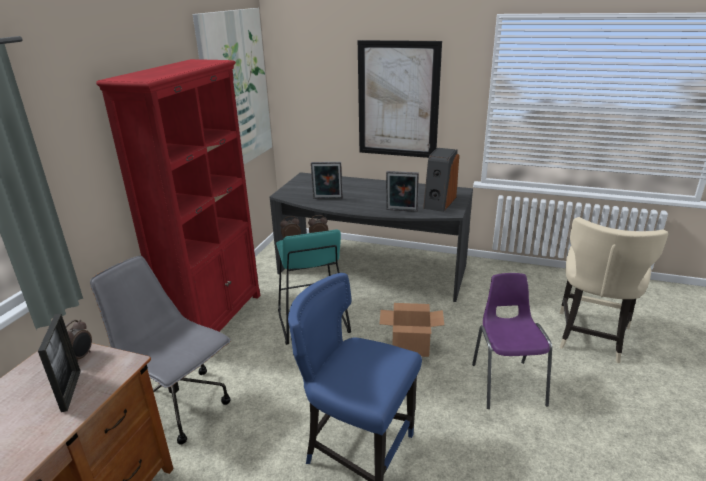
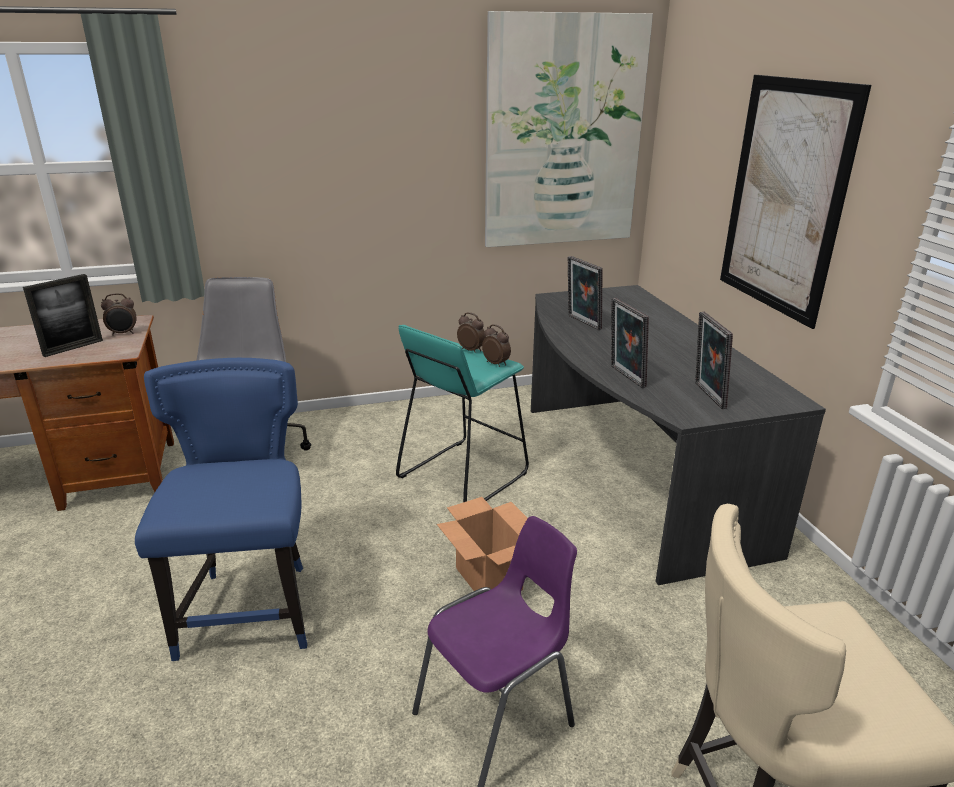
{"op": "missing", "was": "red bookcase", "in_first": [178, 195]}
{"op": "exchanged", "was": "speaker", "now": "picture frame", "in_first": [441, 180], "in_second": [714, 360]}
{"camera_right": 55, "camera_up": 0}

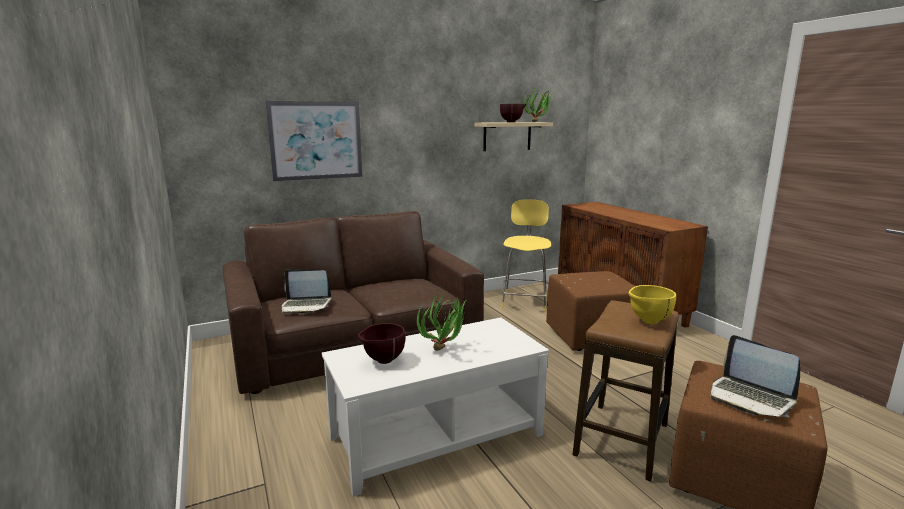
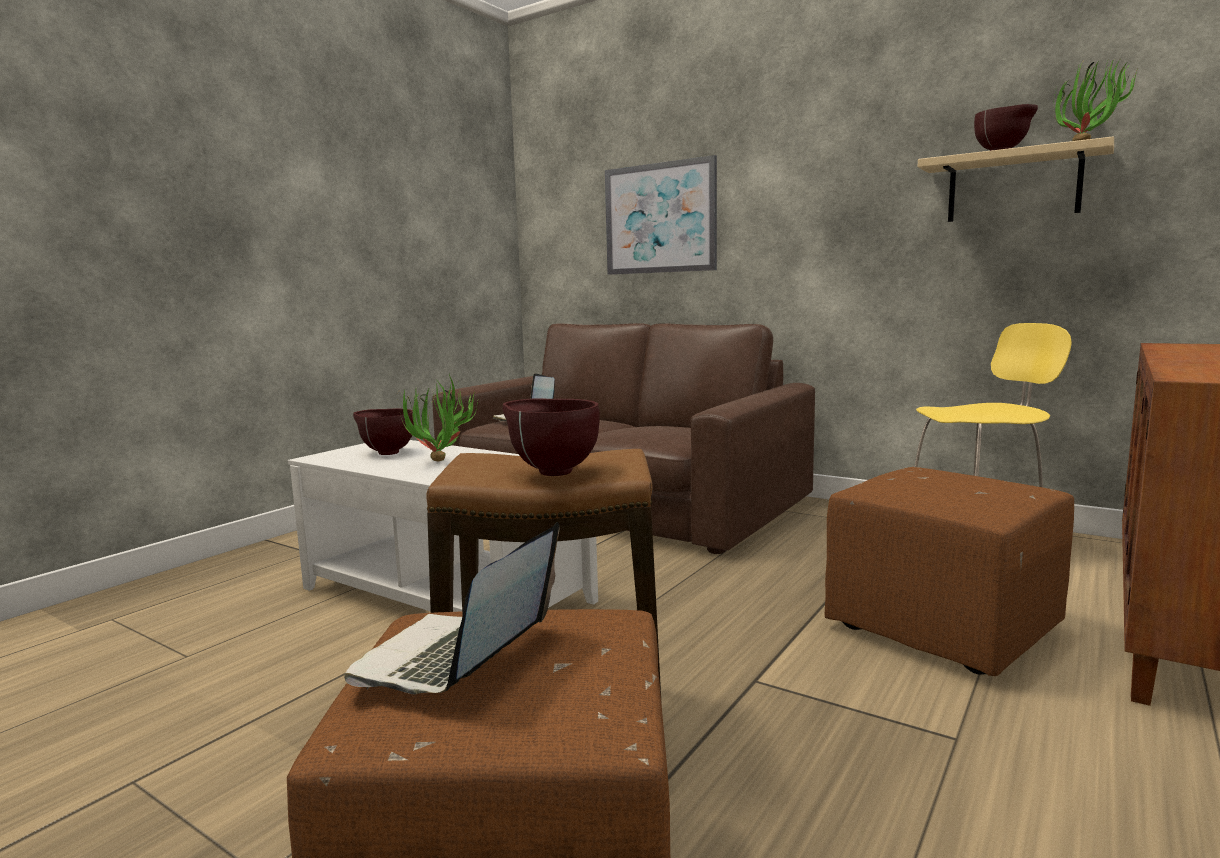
{"op": "colour", "was": "yellow bowl", "now": "brown bowl", "in_first": [652, 304], "in_second": [551, 437]}
{"camera_right": 60, "camera_up": -5}

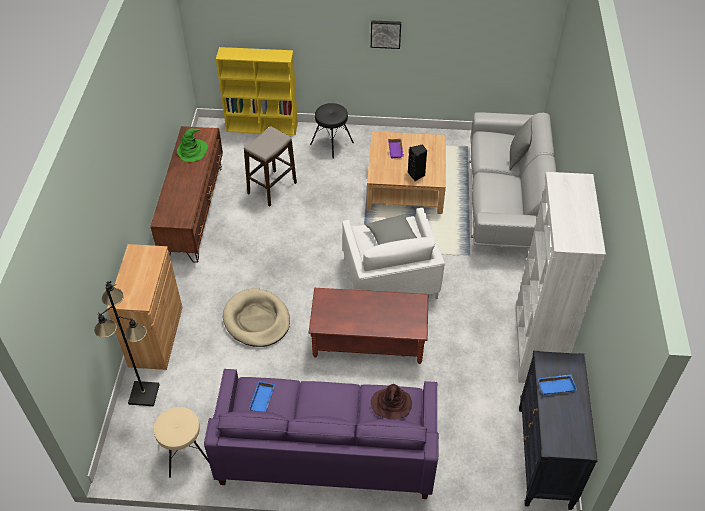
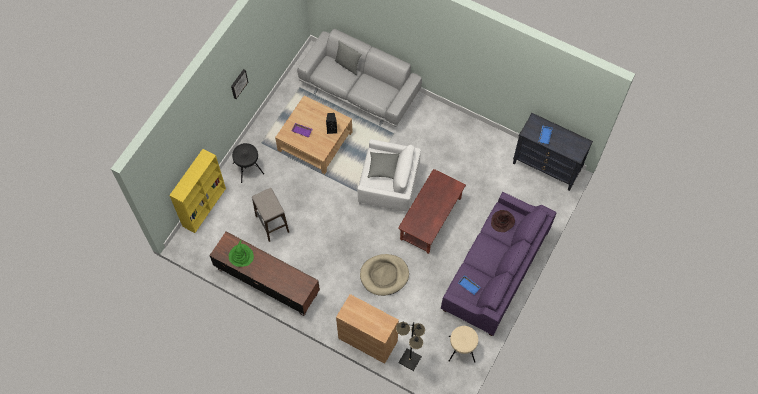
{"op": "missing", "was": "white bookcase", "in_first": [561, 277]}
{"camera_right": -65, "camera_up": 15}

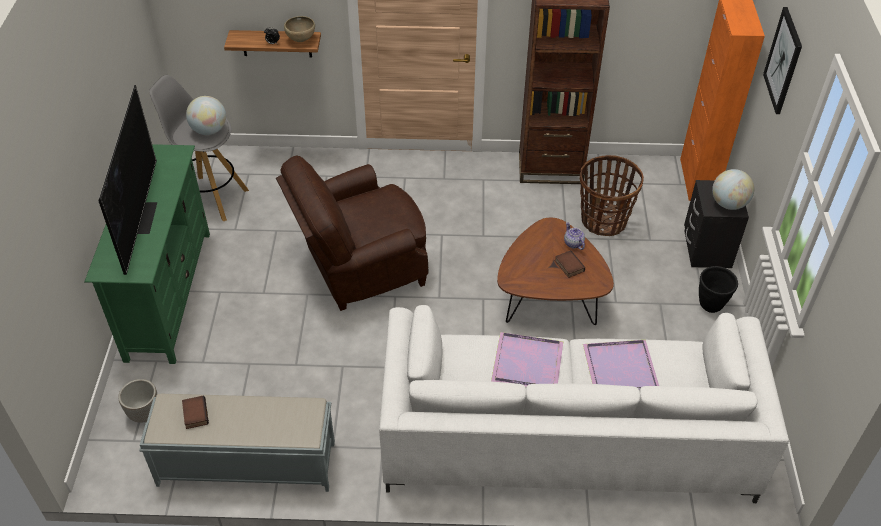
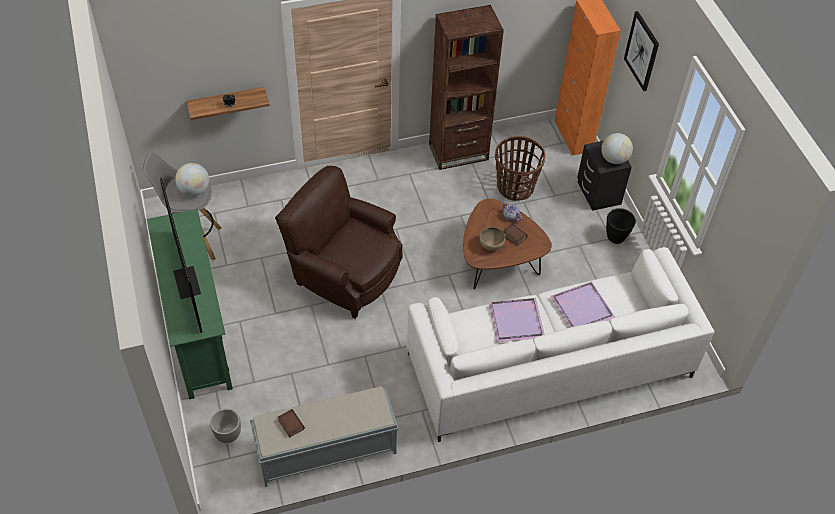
{"op": "relocated", "was": "brown bowl", "in_first": [299, 29], "in_second": [492, 239]}
{"op": "spun", "was": "brown armchair", "in_first": [352, 233], "in_second": [338, 242], "clockwise": 75}
{"camera_right": -20, "camera_up": 5}

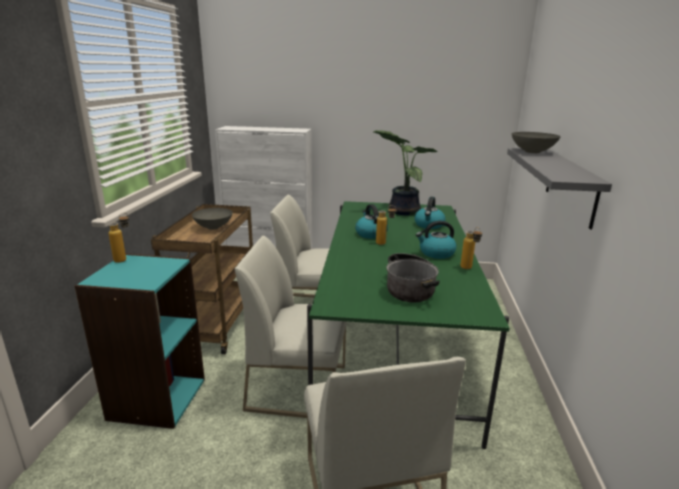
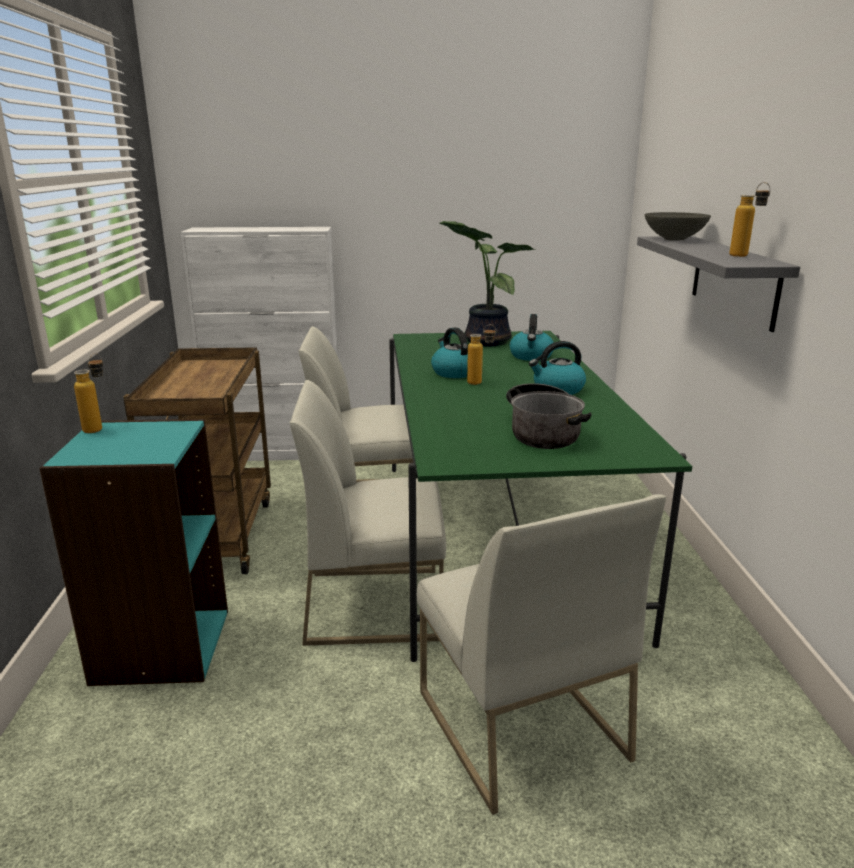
{"op": "missing", "was": "grey bowl", "in_first": [212, 219]}
{"op": "relocated", "was": "bottle", "in_first": [471, 248], "in_second": [749, 219]}
{"camera_right": -10, "camera_up": 0}

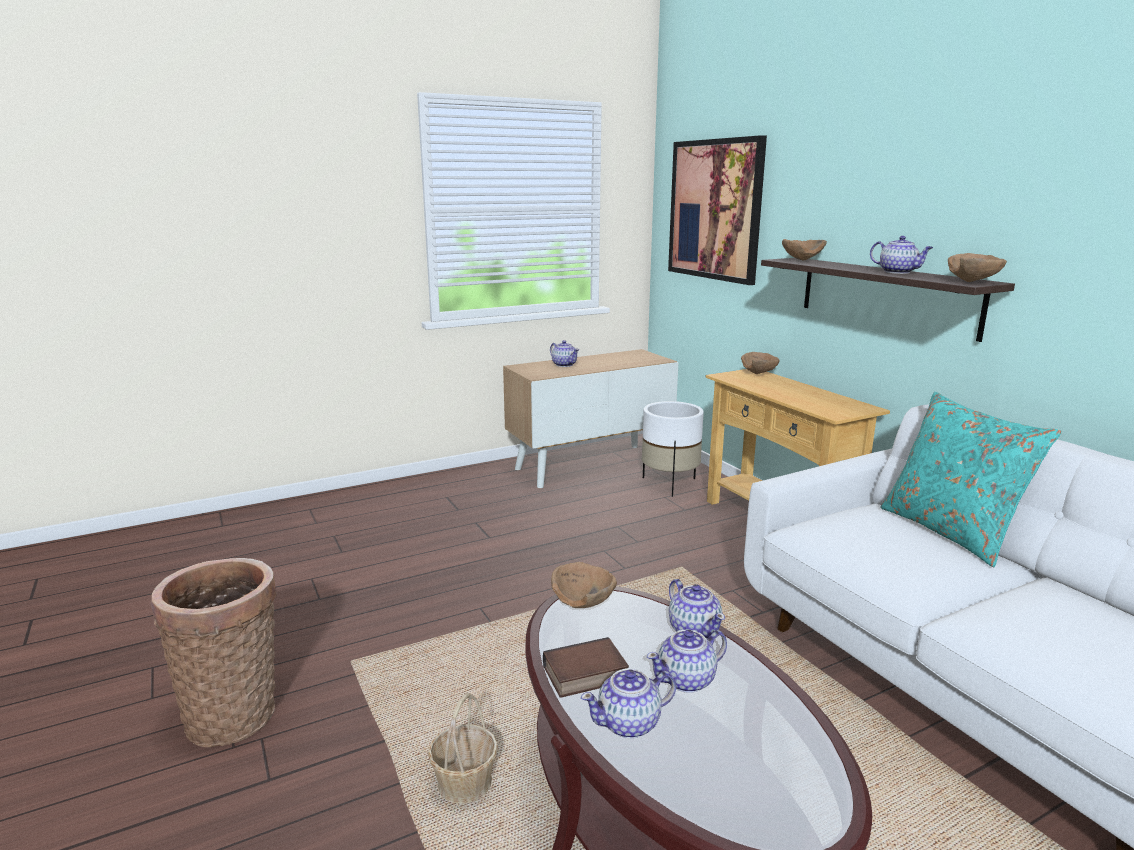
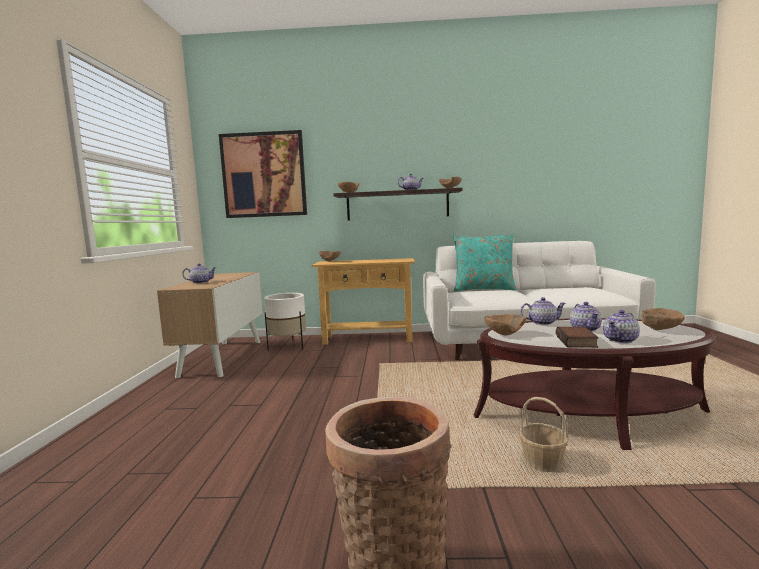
{"op": "appeared", "now": "brown bowl", "in_second": [663, 319]}
{"op": "spun", "was": "teapot", "in_first": [628, 704], "in_second": [621, 327], "clockwise": 45}
{"camera_right": -60, "camera_up": -10}

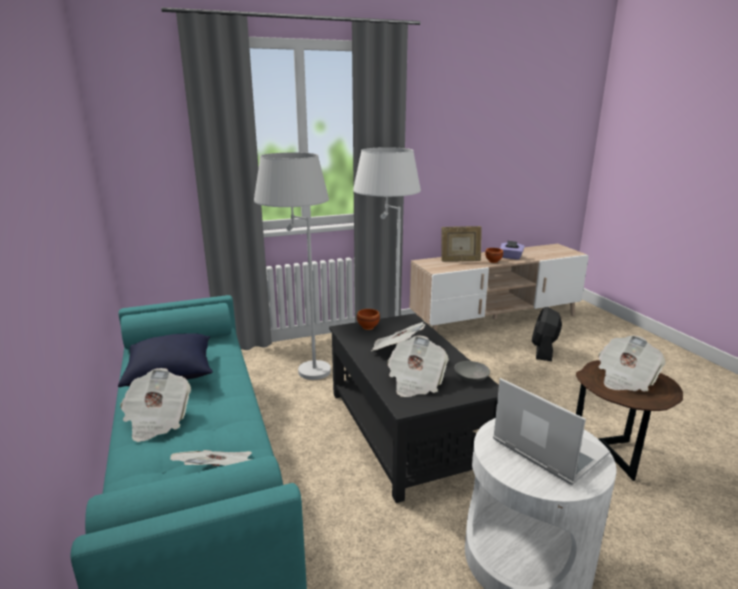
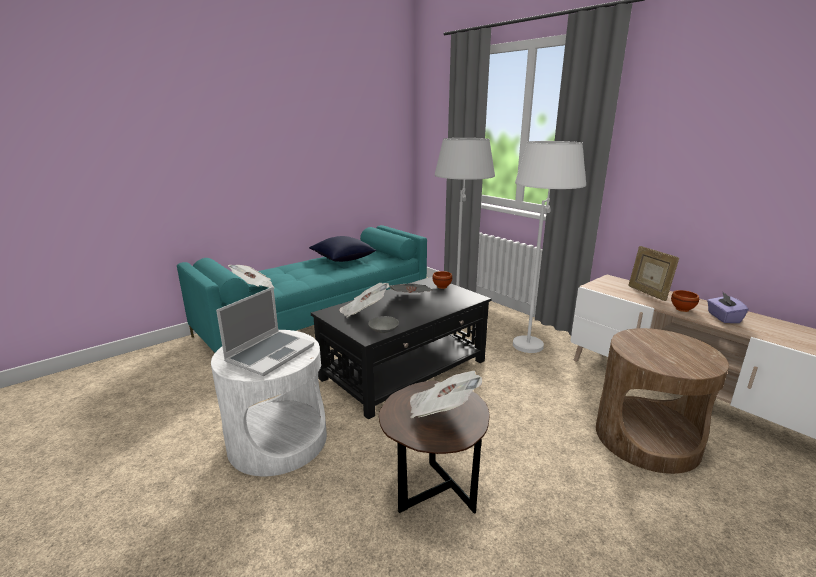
{"op": "missing", "was": "newspaper", "in_first": [155, 405]}
{"op": "exchanged", "was": "black fan", "now": "brown side table", "in_first": [547, 334], "in_second": [662, 401]}
{"camera_right": 70, "camera_up": 0}

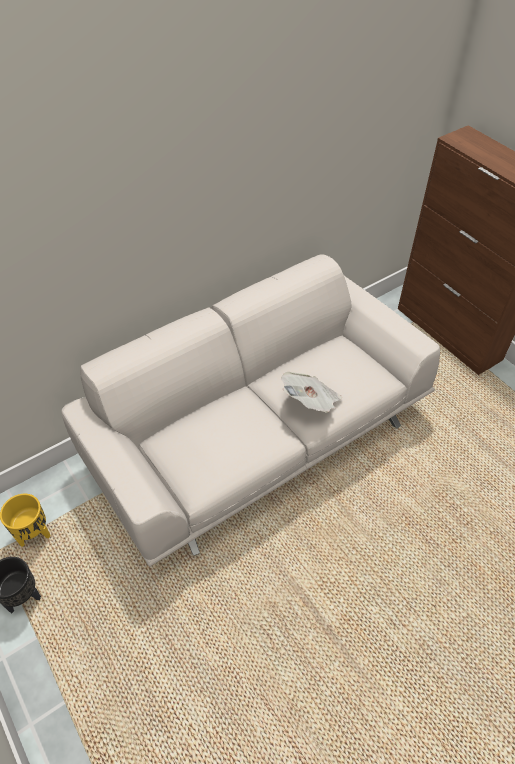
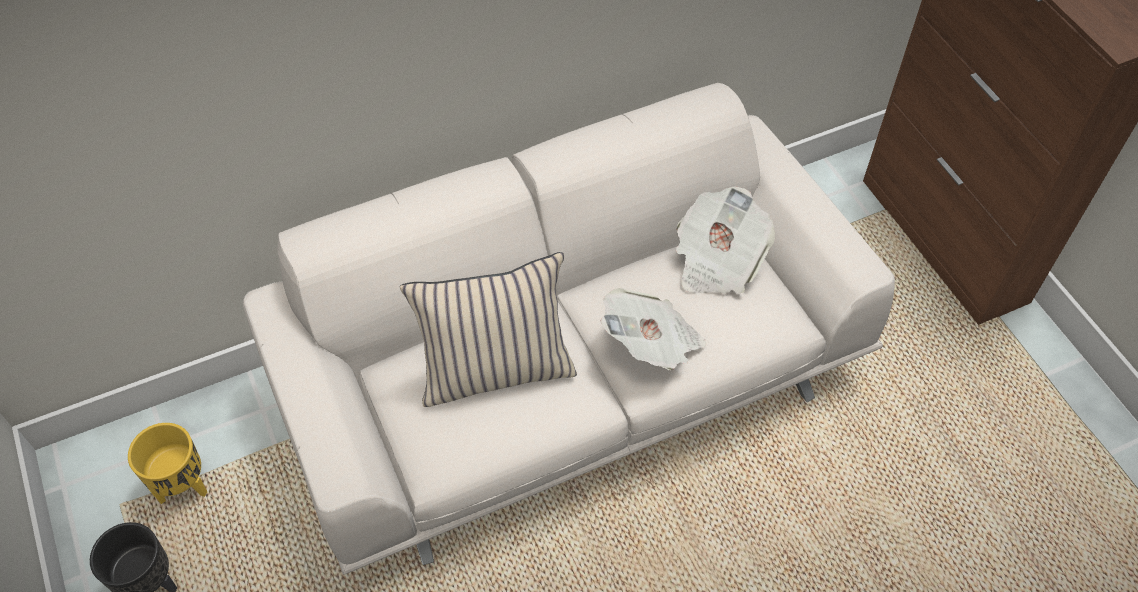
{"op": "appeared", "now": "beige pillow", "in_second": [488, 329]}
{"op": "appeared", "now": "newspaper", "in_second": [725, 240]}
{"camera_right": 10, "camera_up": 5}

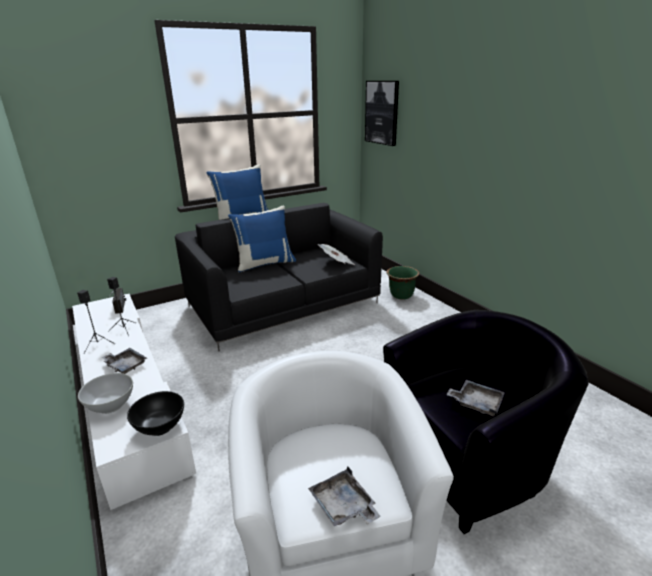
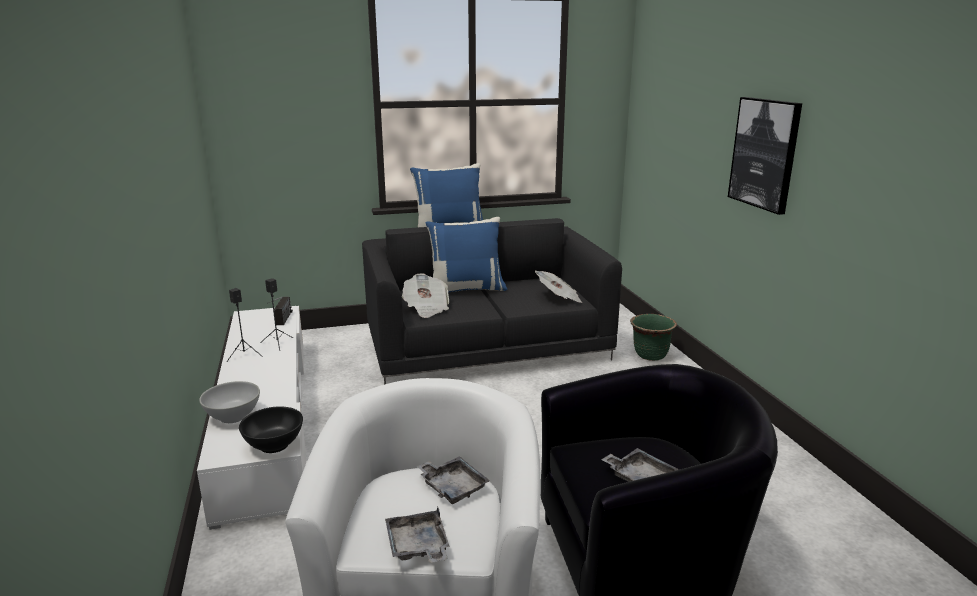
{"op": "appeared", "now": "newspaper", "in_second": [425, 295]}
{"op": "relocated", "was": "grey tray", "in_first": [124, 361], "in_second": [453, 480]}
{"op": "relocated", "was": "picture", "in_first": [382, 113], "in_second": [765, 156]}
{"camera_right": 15, "camera_up": -5}

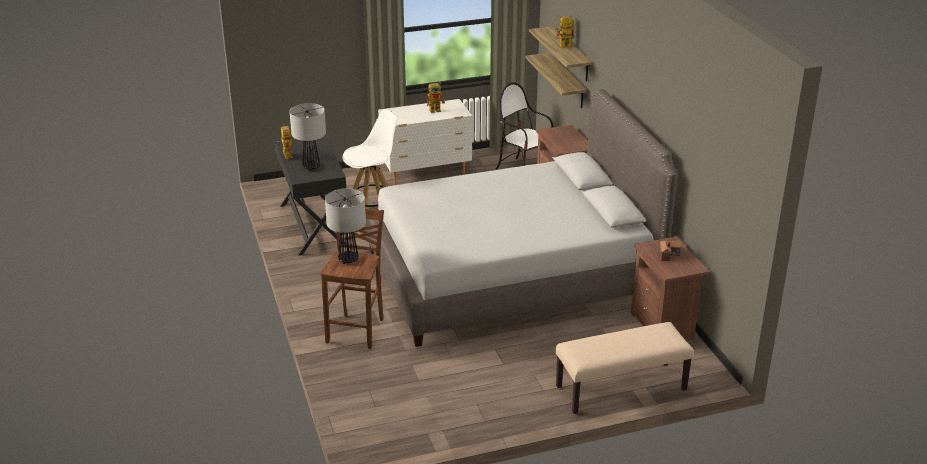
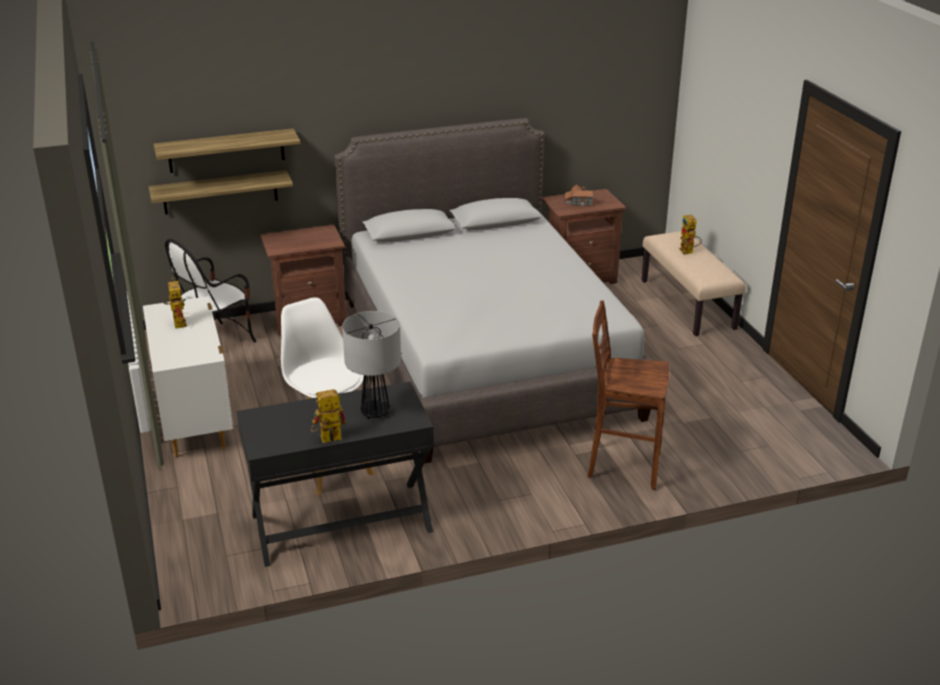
{"op": "missing", "was": "table lamp", "in_first": [345, 226]}
{"op": "relocated", "was": "toy robot", "in_first": [564, 31], "in_second": [690, 235]}
{"camera_right": -90, "camera_up": 0}

